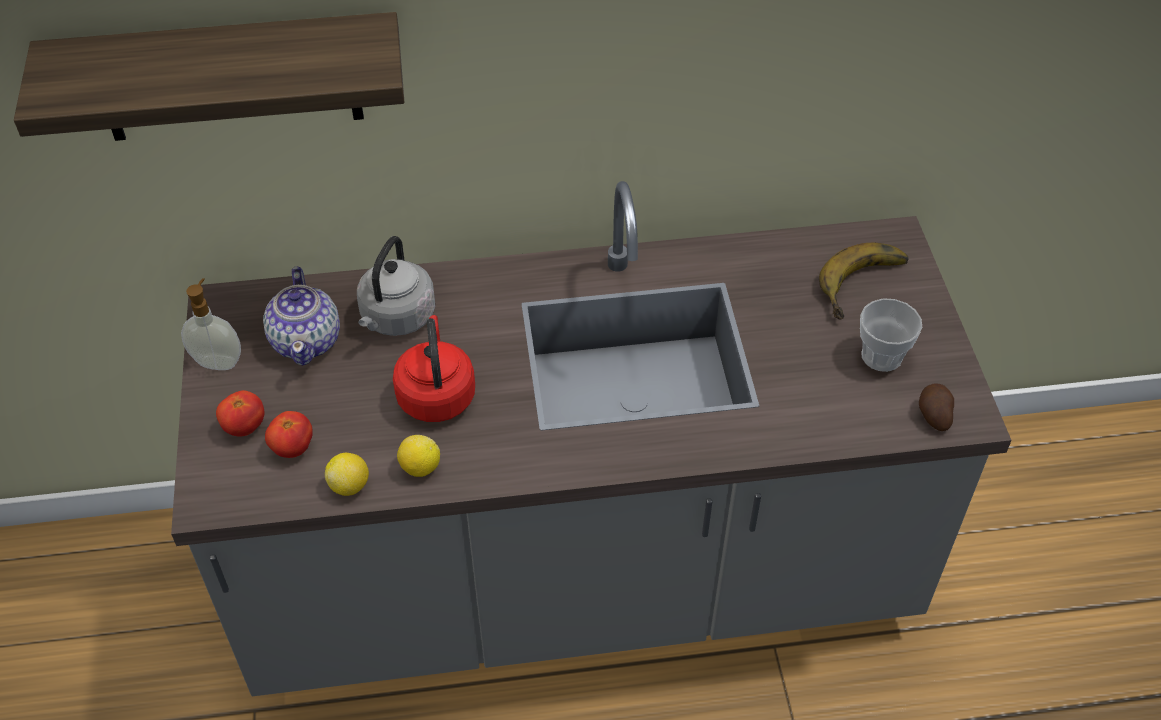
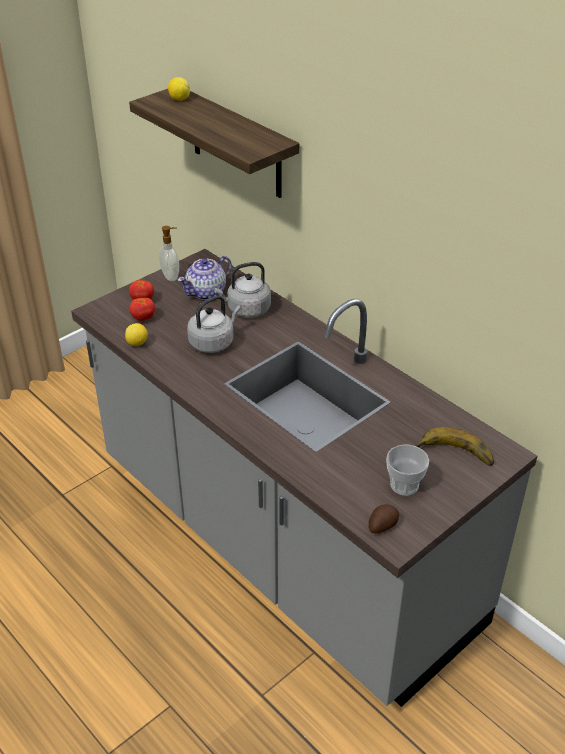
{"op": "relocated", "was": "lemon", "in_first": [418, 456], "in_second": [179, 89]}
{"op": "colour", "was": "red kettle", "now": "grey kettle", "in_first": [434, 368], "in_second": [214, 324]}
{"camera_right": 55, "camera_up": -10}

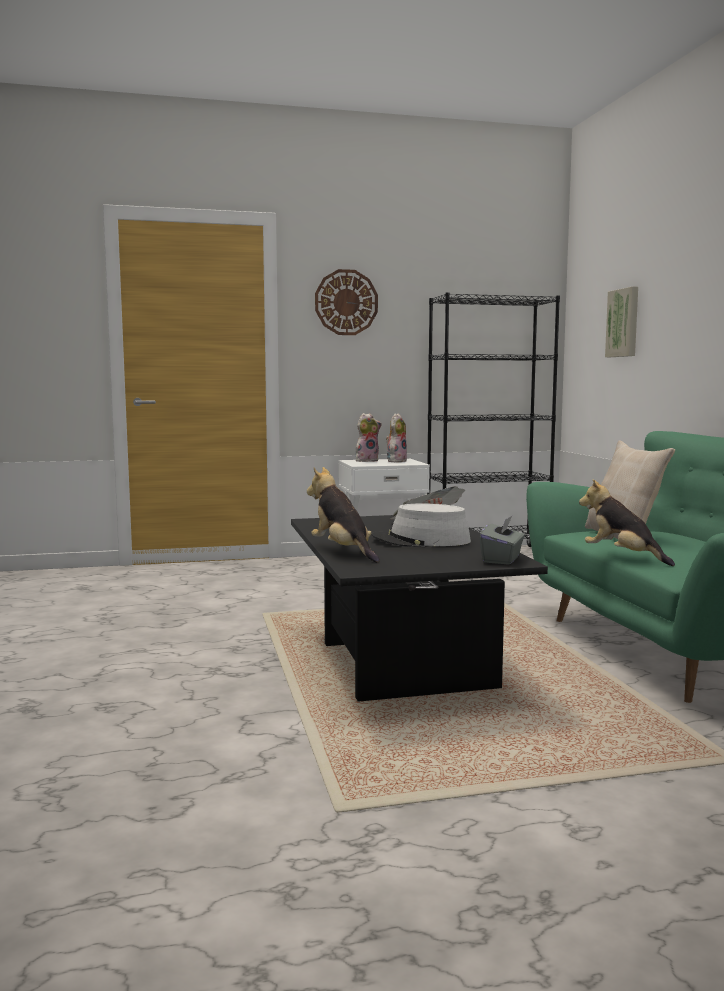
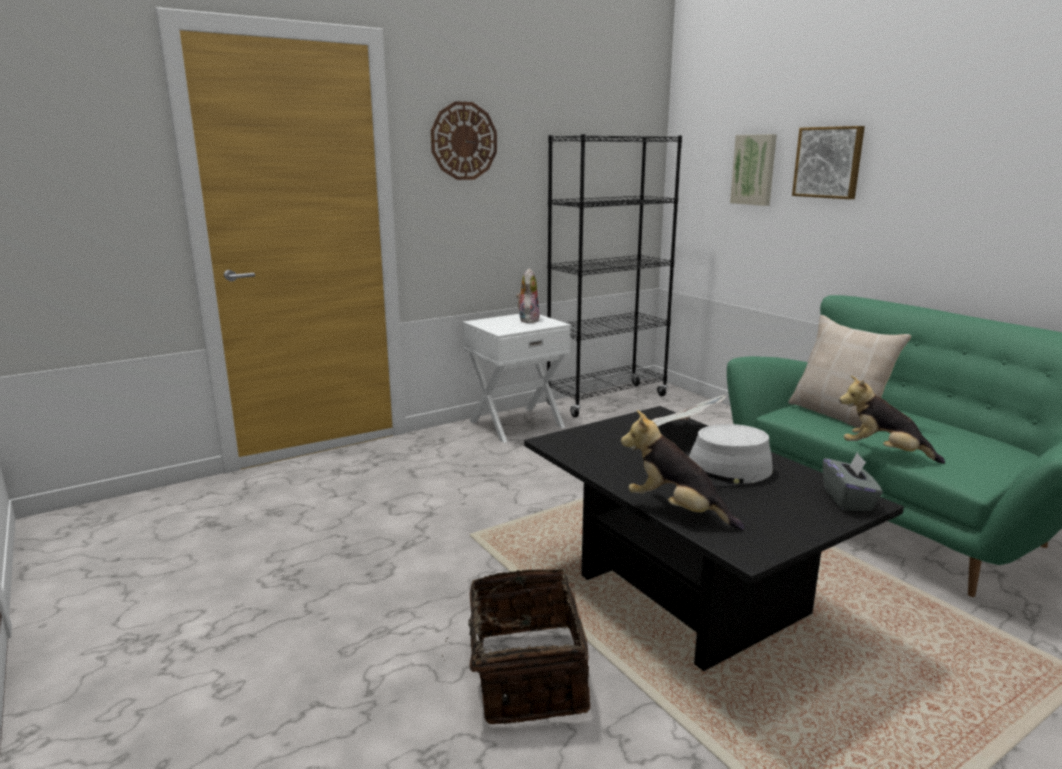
{"op": "missing", "was": "plush toy", "in_first": [369, 437]}
{"op": "appeared", "now": "basket", "in_second": [516, 646]}
{"op": "appeared", "now": "picture", "in_second": [828, 162]}
{"camera_right": -20, "camera_up": 10}

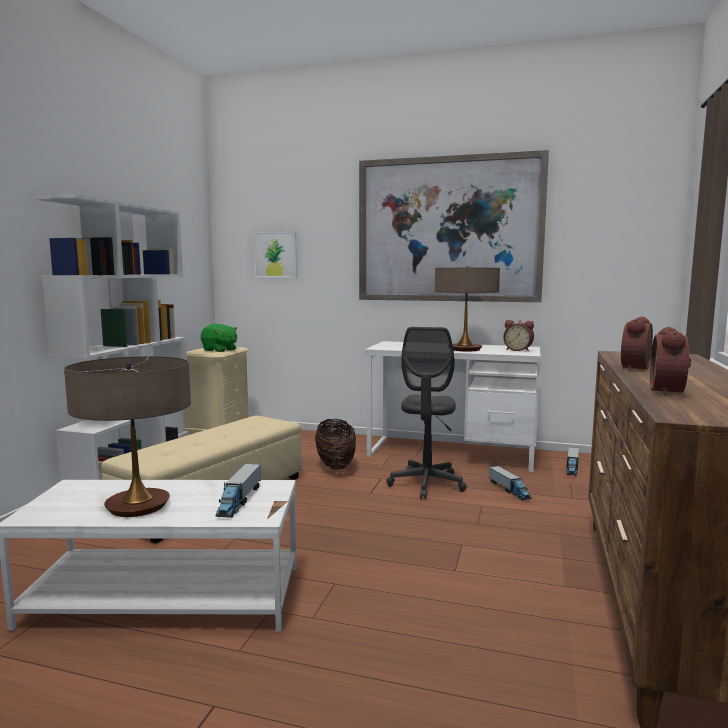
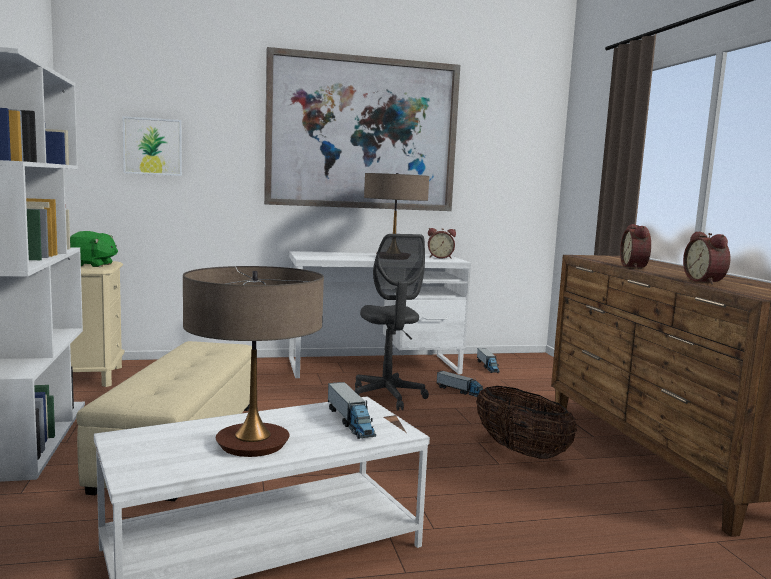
{"op": "relocated", "was": "basket", "in_first": [335, 444], "in_second": [526, 422]}
{"camera_right": -30, "camera_up": 0}

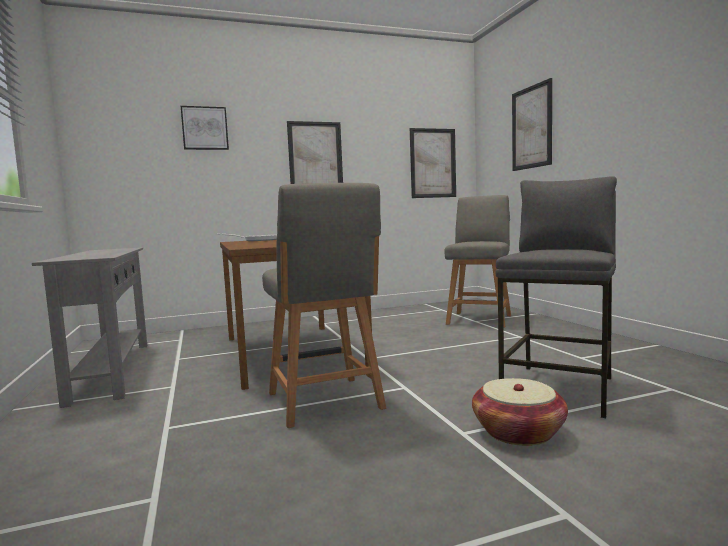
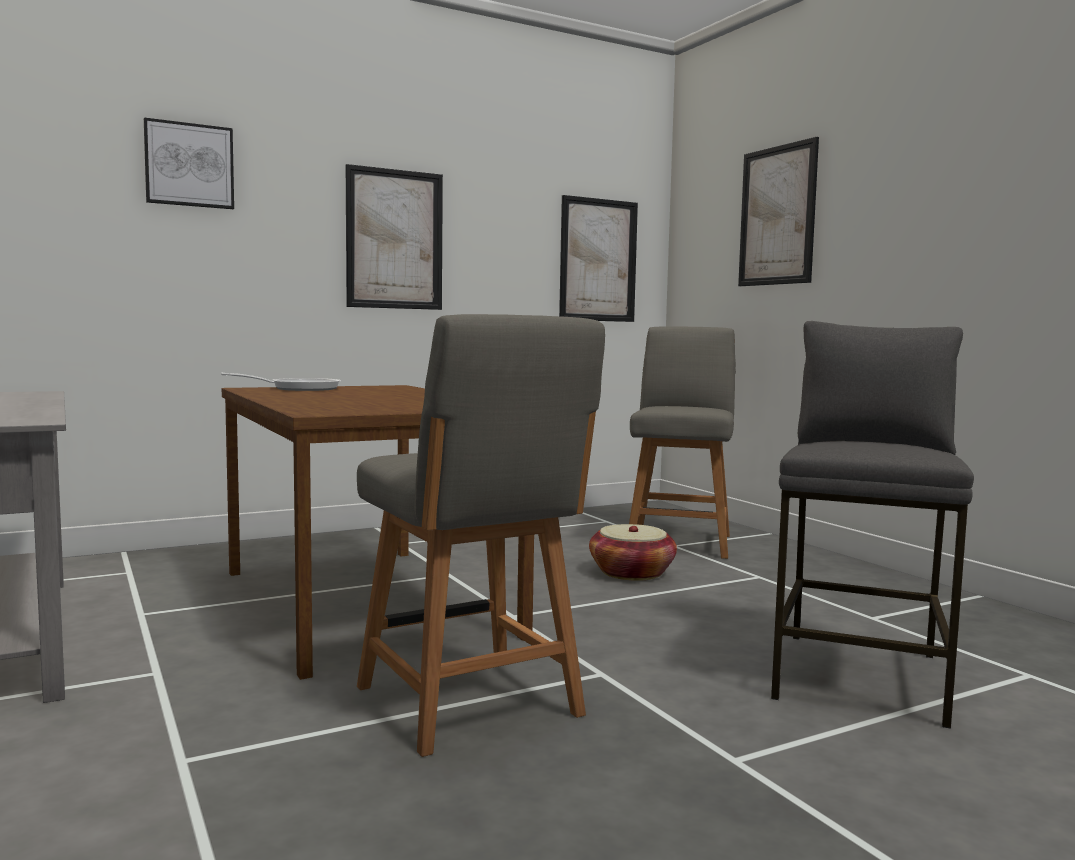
{"op": "relocated", "was": "basket", "in_first": [520, 412], "in_second": [633, 552]}
{"camera_right": -10, "camera_up": 0}

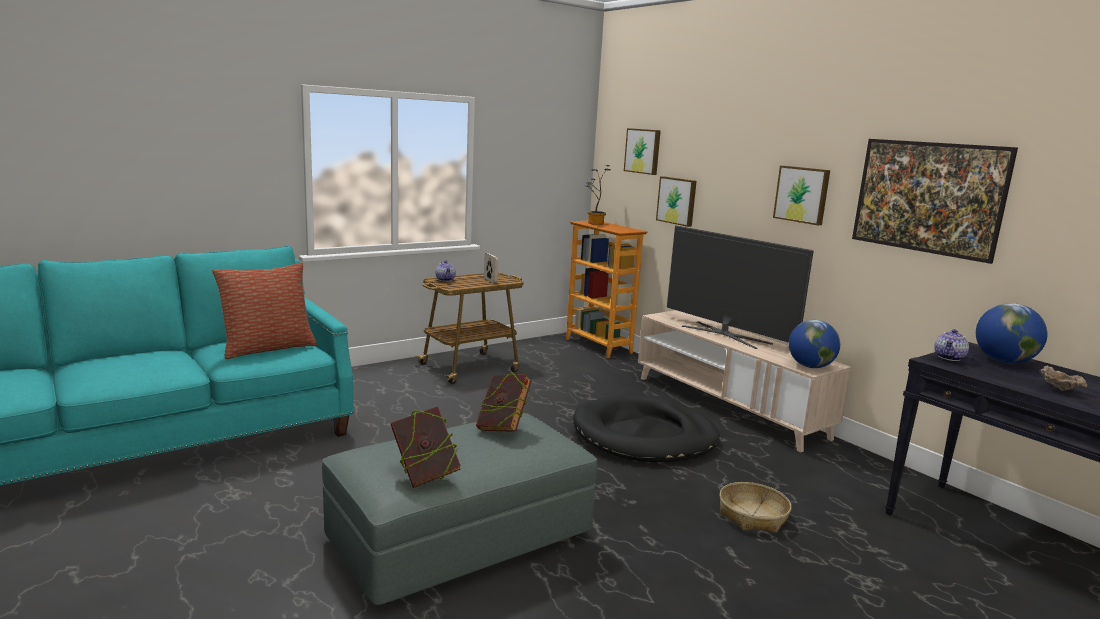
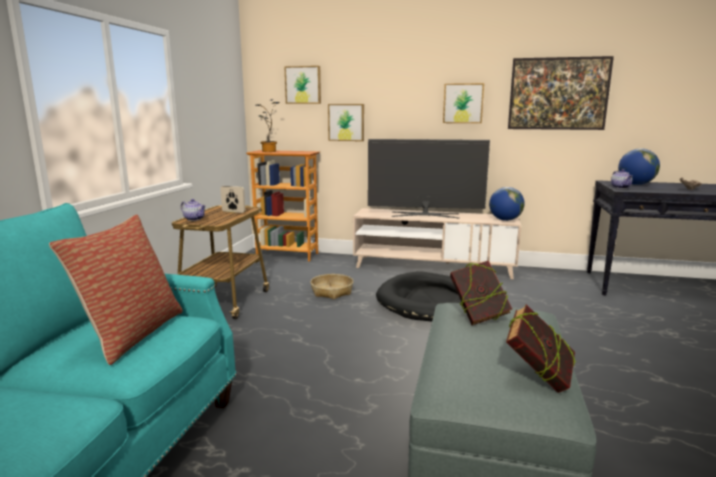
{"op": "relocated", "was": "basket", "in_first": [755, 507], "in_second": [331, 286]}
{"camera_right": -40, "camera_up": 0}

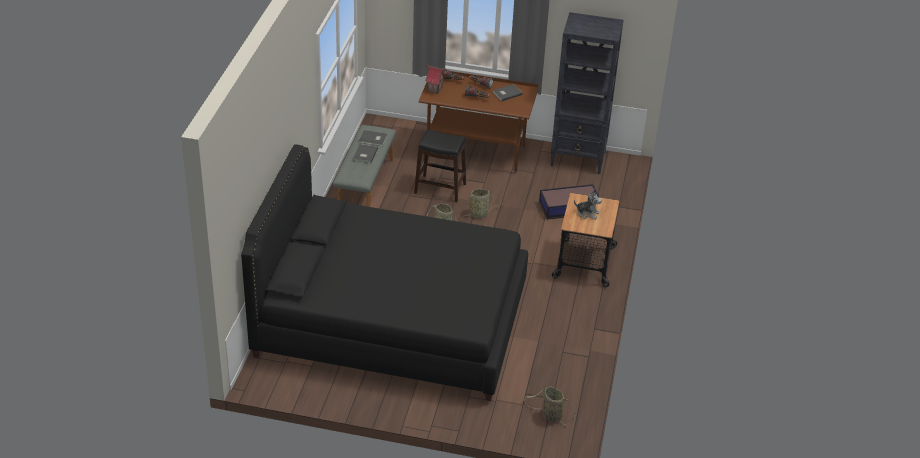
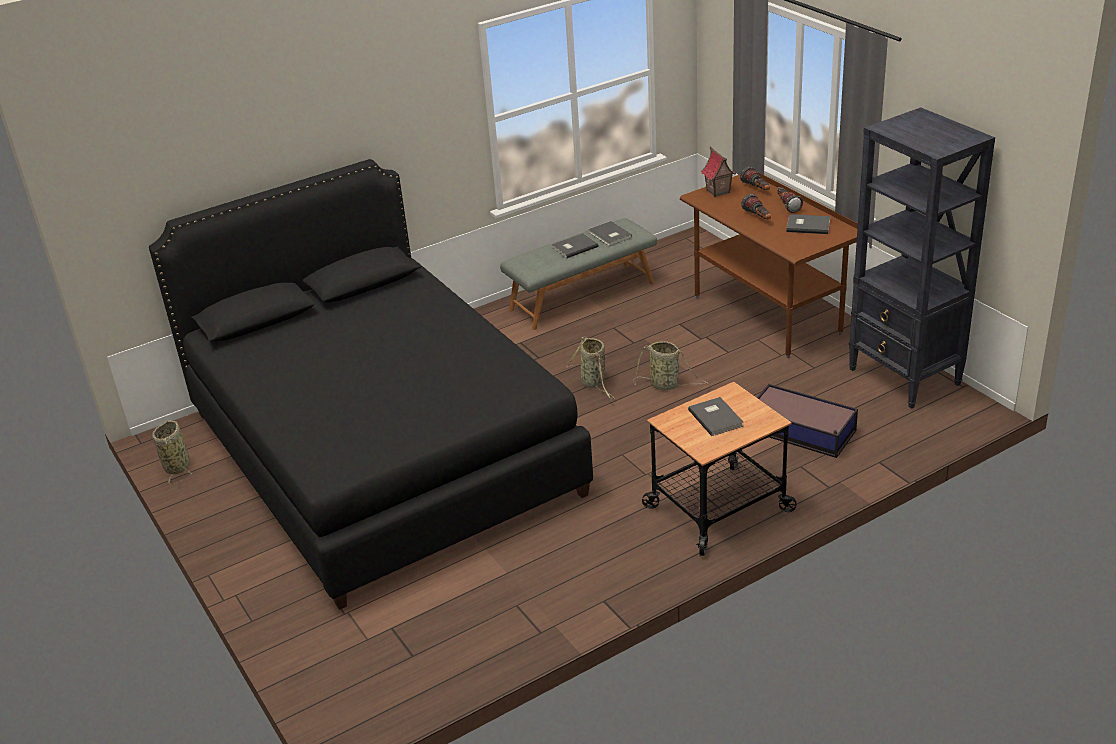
{"op": "missing", "was": "black stool", "in_first": [440, 165]}
{"op": "relocated", "was": "basket", "in_first": [550, 406], "in_second": [172, 453]}
{"op": "exchanged", "was": "plush toy", "now": "grey book", "in_first": [588, 205], "in_second": [715, 416]}
{"camera_right": 50, "camera_up": -5}

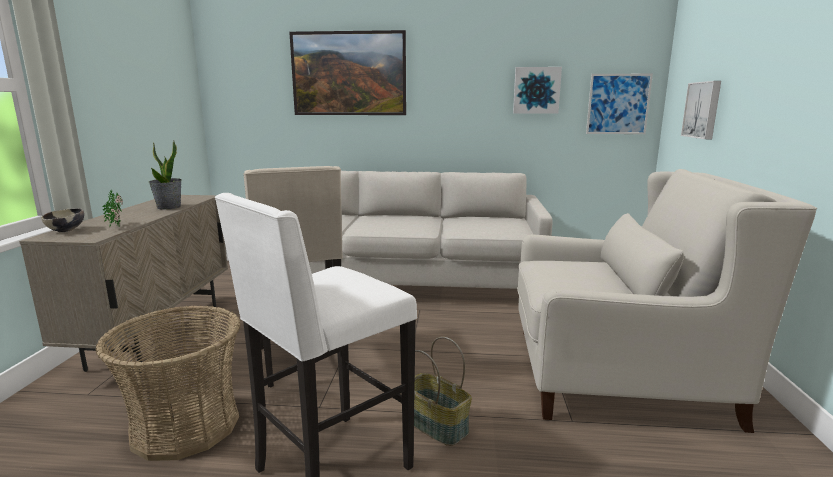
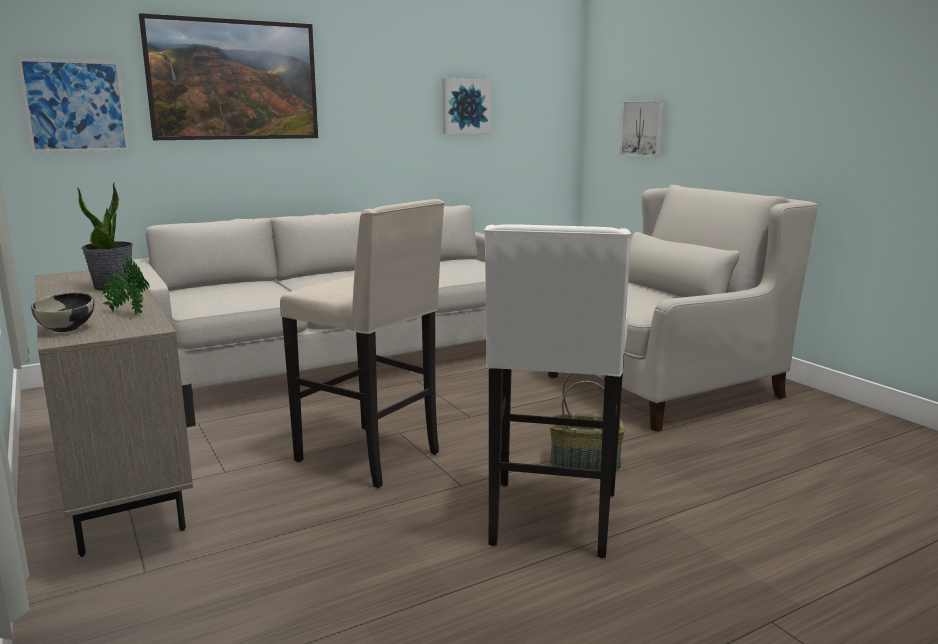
{"op": "missing", "was": "basket", "in_first": [168, 383]}
{"op": "relocated", "was": "picture", "in_first": [619, 104], "in_second": [73, 105]}
{"camera_right": -35, "camera_up": 0}

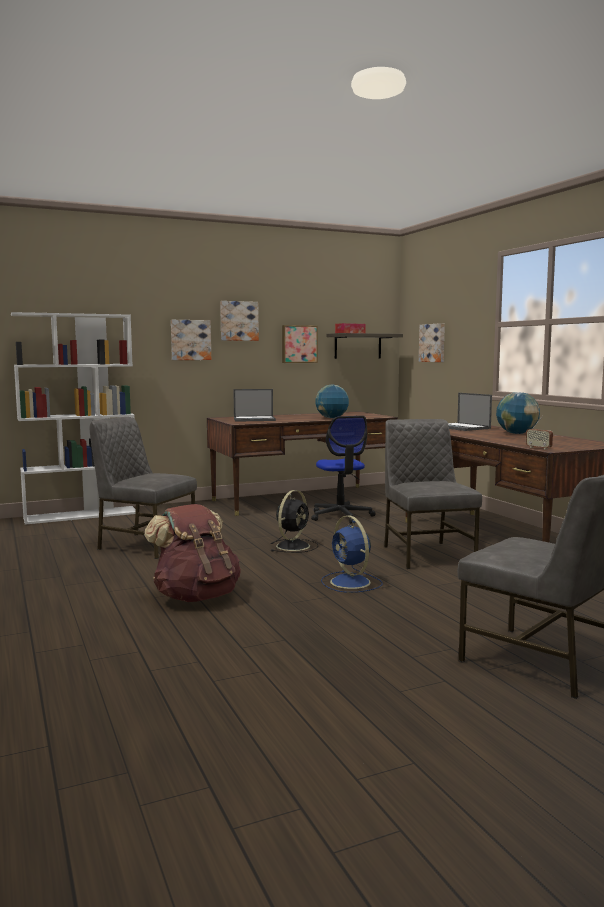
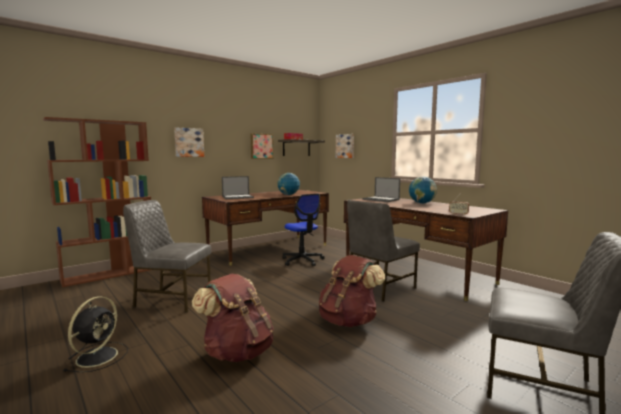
{"op": "missing", "was": "picture", "in_first": [239, 321]}
{"op": "relocated", "was": "black fan", "in_first": [295, 521], "in_second": [95, 334]}
{"op": "exchanged", "was": "blue fan", "now": "brown backpack", "in_first": [352, 554], "in_second": [352, 291]}
{"op": "colour", "was": "white bookcase", "now": "brown bookcase", "in_first": [73, 418], "in_second": [97, 202]}
{"op": "spun", "was": "grey chair", "in_first": [433, 494], "in_second": [383, 251], "clockwise": -105}
{"camera_right": -15, "camera_up": 0}

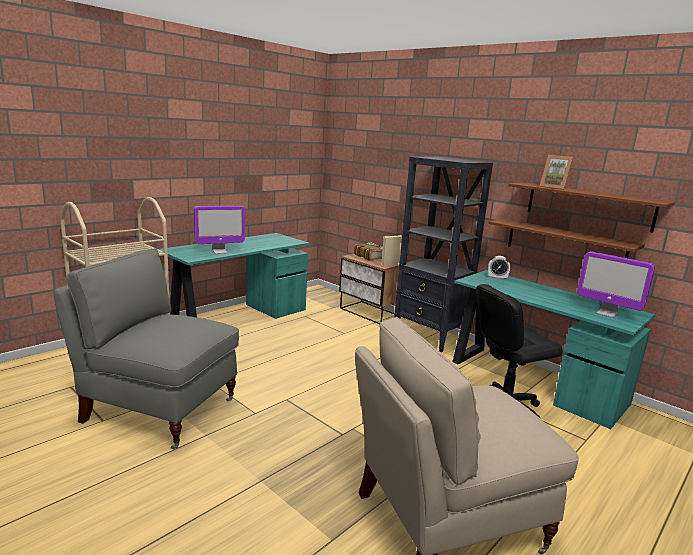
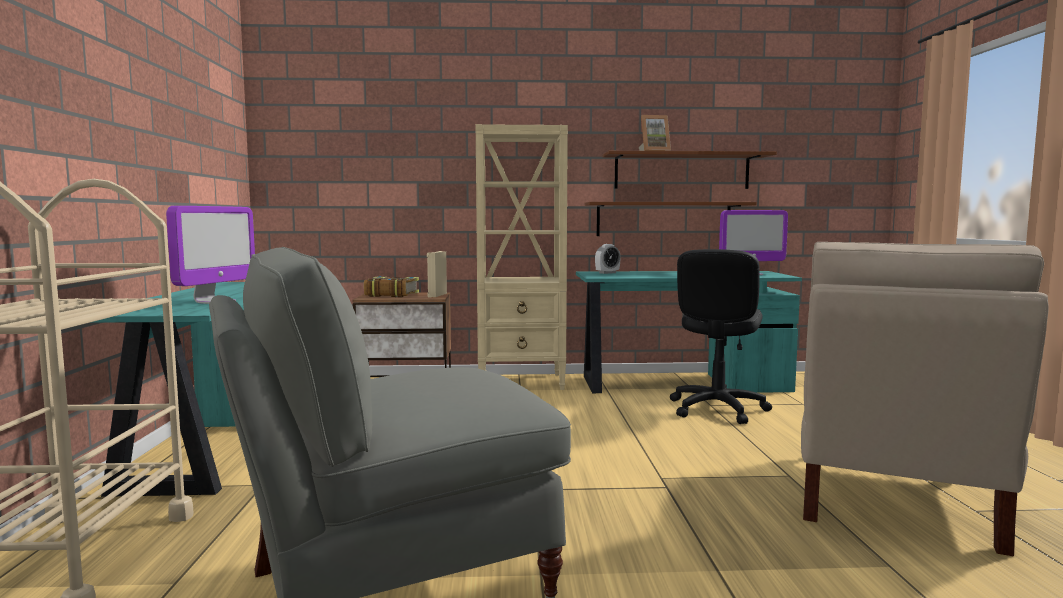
{"op": "colour", "was": "black bookcase", "now": "beige bookcase", "in_first": [443, 254], "in_second": [521, 257]}
{"camera_right": -45, "camera_up": -10}

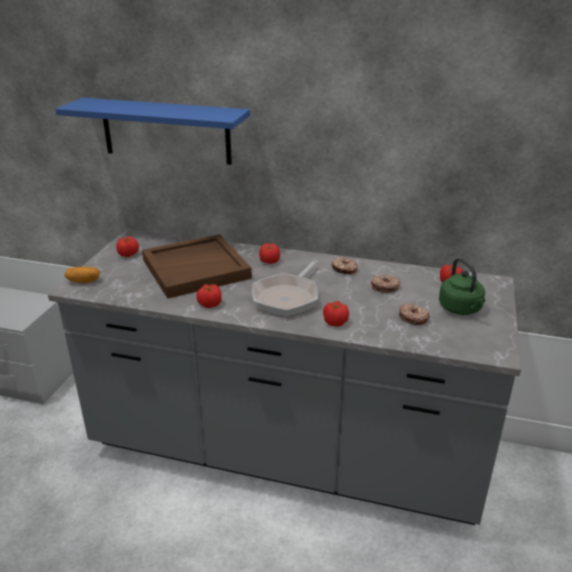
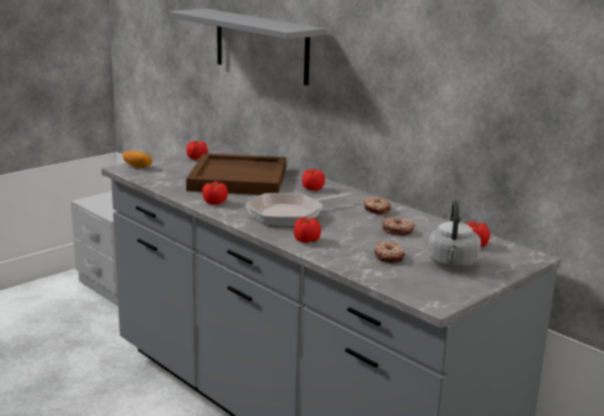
{"op": "colour", "was": "blue shelf", "now": "grey shelf", "in_first": [152, 131], "in_second": [247, 47]}
{"op": "colour", "was": "green kettle", "now": "grey kettle", "in_first": [462, 286], "in_second": [454, 234]}
{"camera_right": 30, "camera_up": -10}

